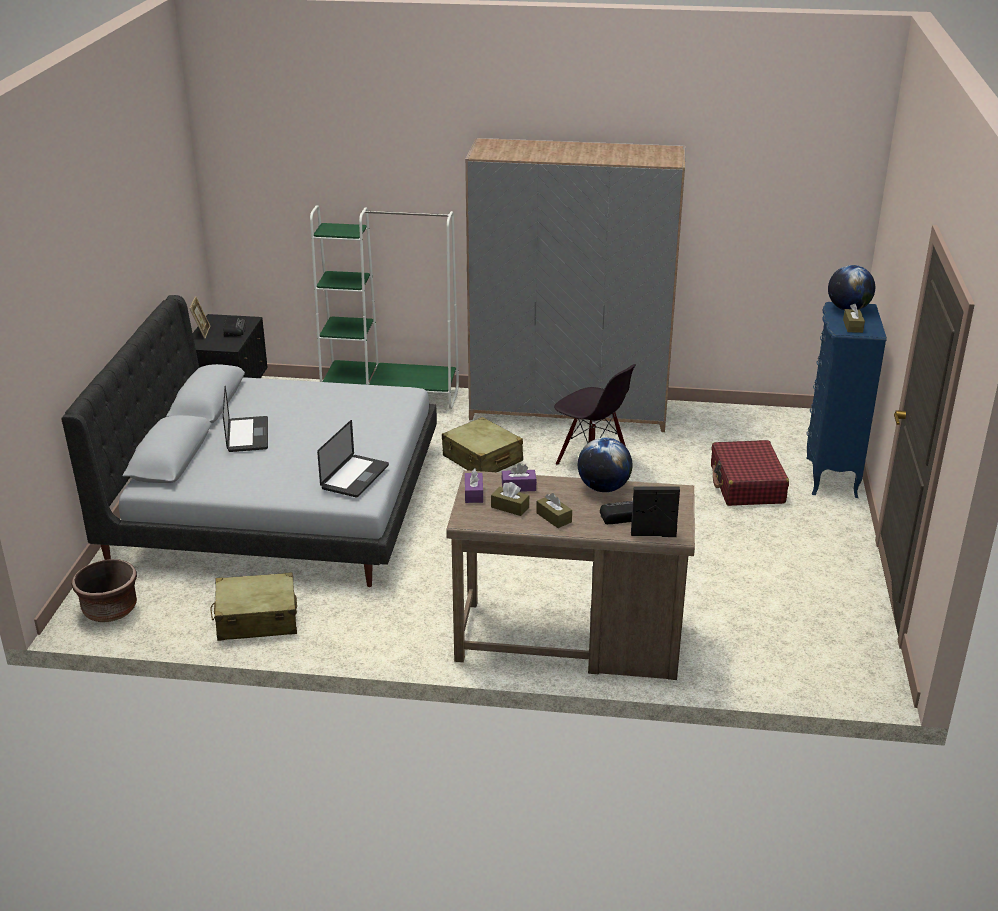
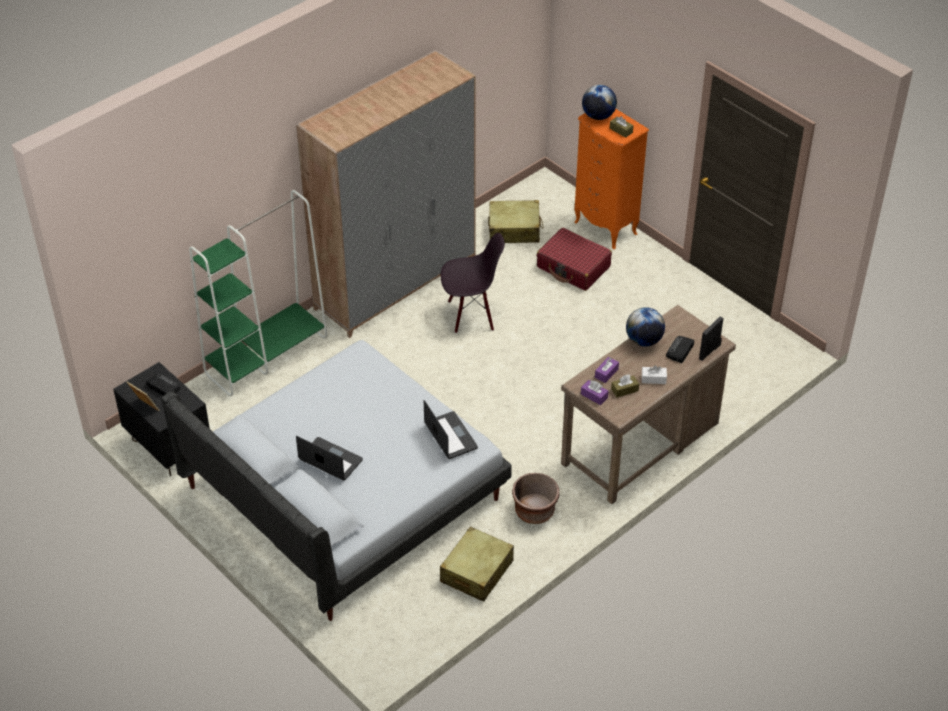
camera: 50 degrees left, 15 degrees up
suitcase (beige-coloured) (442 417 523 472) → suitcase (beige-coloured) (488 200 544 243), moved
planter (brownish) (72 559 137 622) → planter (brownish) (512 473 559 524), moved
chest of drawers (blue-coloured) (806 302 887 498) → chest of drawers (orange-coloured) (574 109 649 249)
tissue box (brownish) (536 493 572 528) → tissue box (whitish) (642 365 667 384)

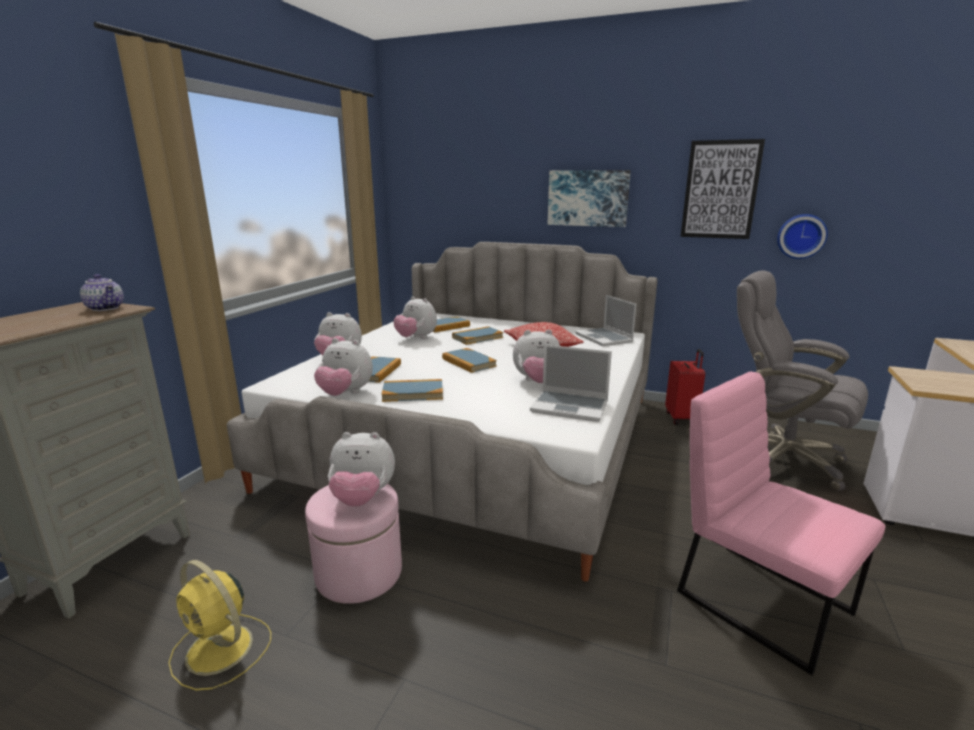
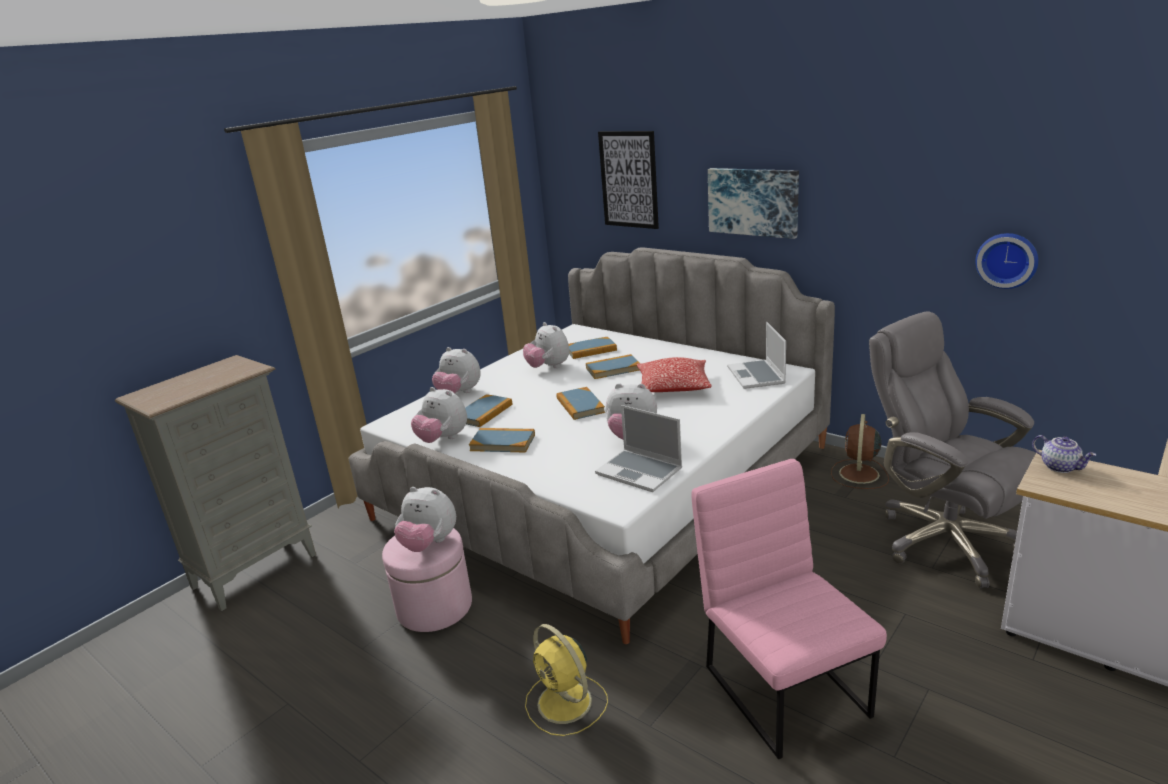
camera: 20 degrees right, 5 degrees up
electric fan (yellow-coloured) (168 560 271 690) → electric fan (yellow-coloured) (525 624 608 736), moved
wall art (680 139 765 239) → wall art (598 131 659 229), moved
suitcase (red) (665 349 705 425) → electric fan (brownish) (831 414 889 489)
teapot (80 274 124 311) → teapot (1032 435 1096 473), moved

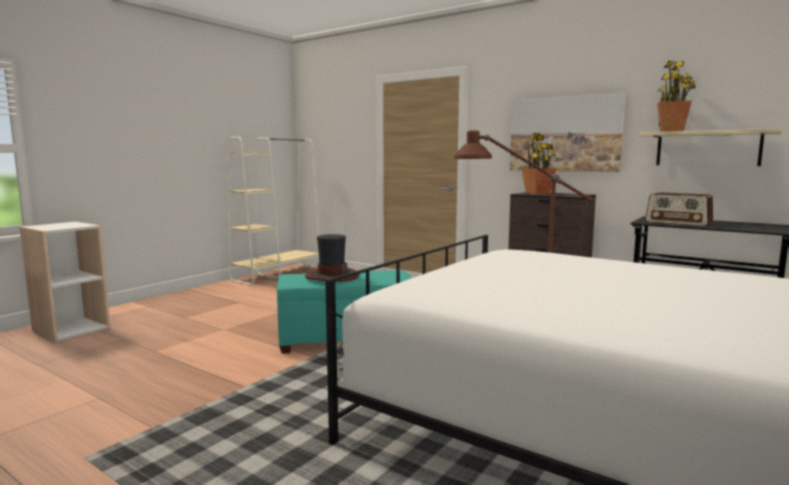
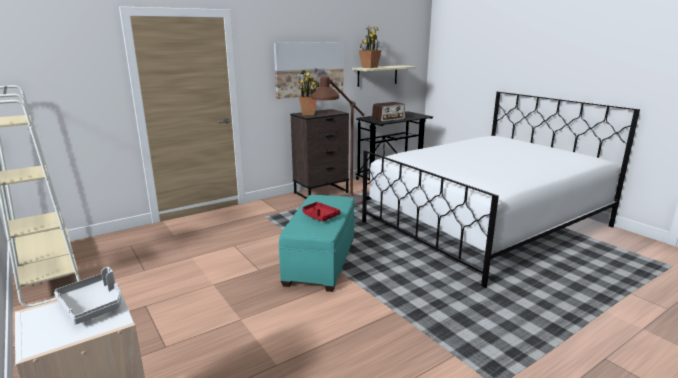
camera: 70 degrees left, 10 degrees up
- → serving tray (grey) (54 267 121 325)
hat (305 234 359 282) → serving tray (red) (302 202 341 222)

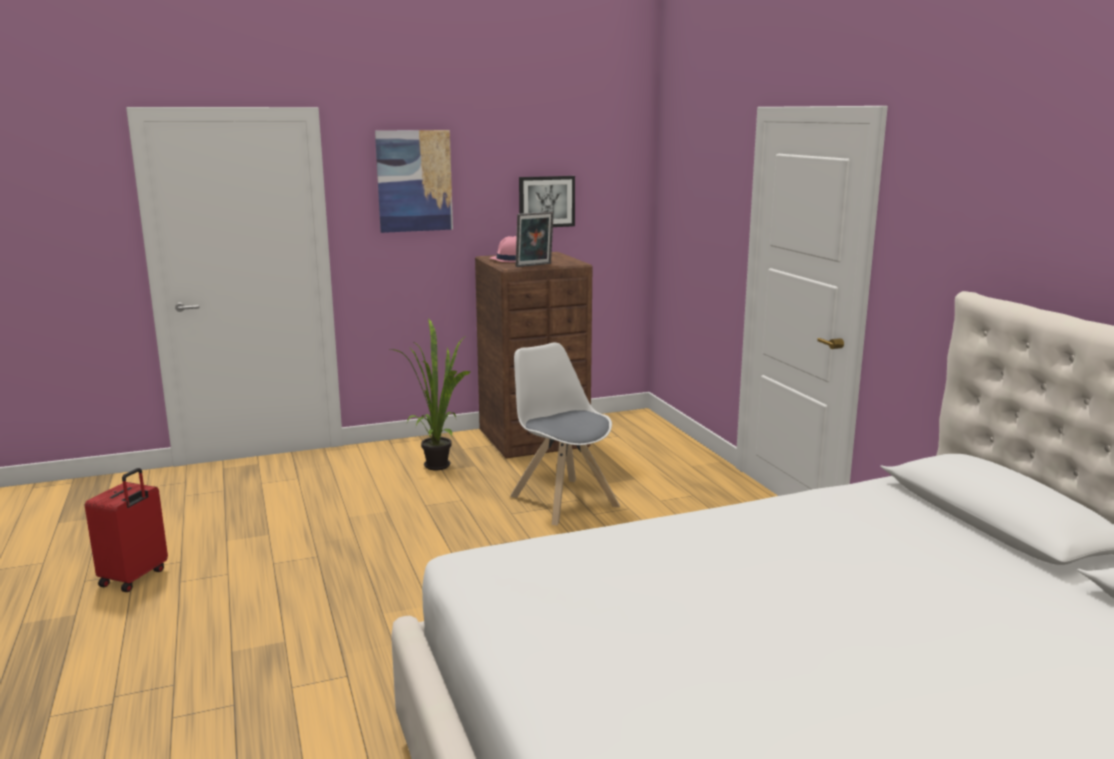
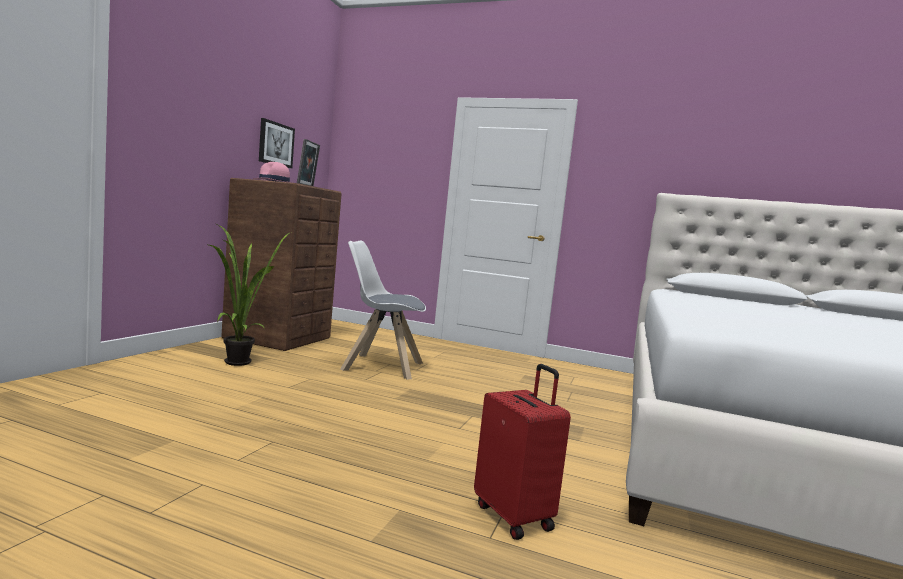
camera: 50 degrees left, 10 degrees down
suitcase (red) (85 468 168 592) → suitcase (red) (474 364 571 540), moved
wall art (375 130 453 233) → -

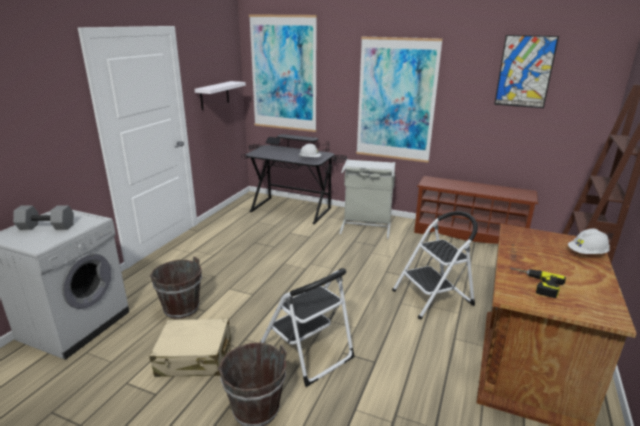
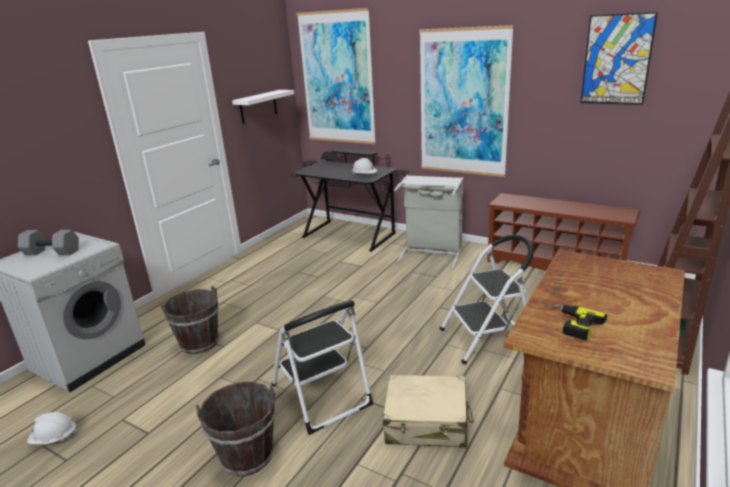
camera: 10 degrees right, 0 degrees up
hard hat (whitish) (568 228 610 254) → hard hat (whitish) (27 412 77 444), moved
suitcase (beige-coloured) (149 319 231 377) → suitcase (beige-coloured) (383 375 473 448), moved

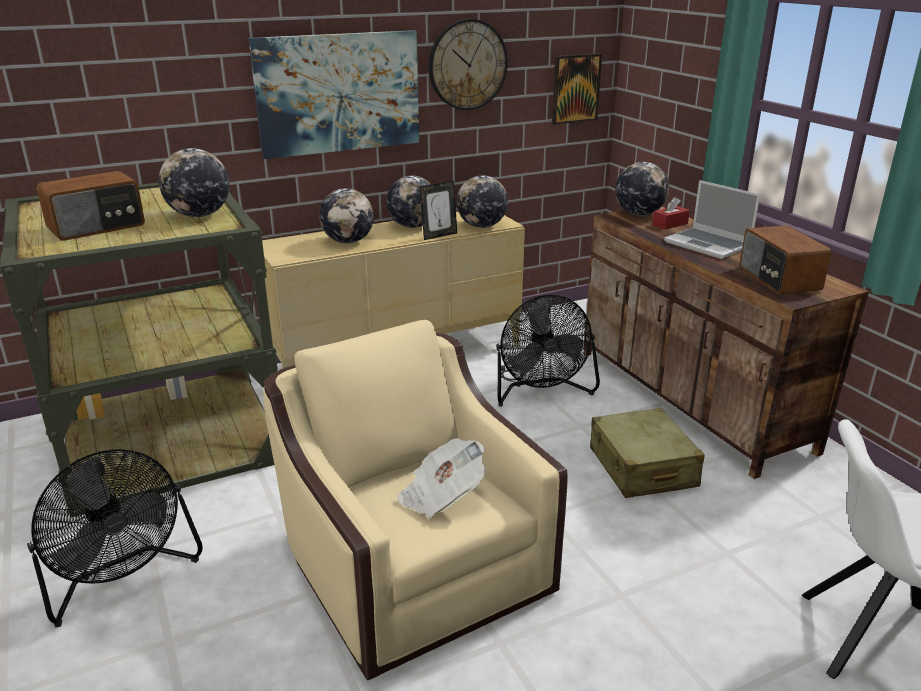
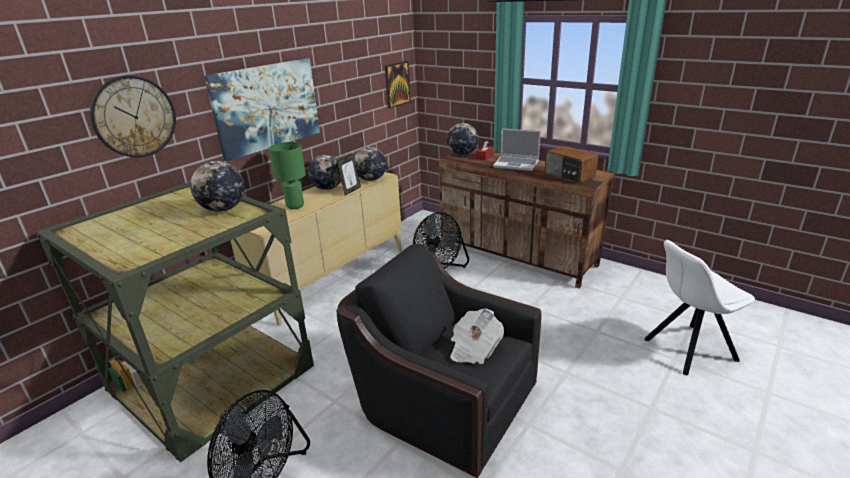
camera: 25 degrees left, 0 degrees up
clock on the wall (429 19 508 110) → clock on the wall (90 76 176 157), moved
world globe (319 188 374 243) → lamp for a table (green) (269 142 306 209)
armchair (beige-coloured) (263 320 568 681) → armchair (black) (336 244 541 478)
radio receiver (36 171 145 241) → -
suitcase (beige-coloured) (590 408 705 498) → -

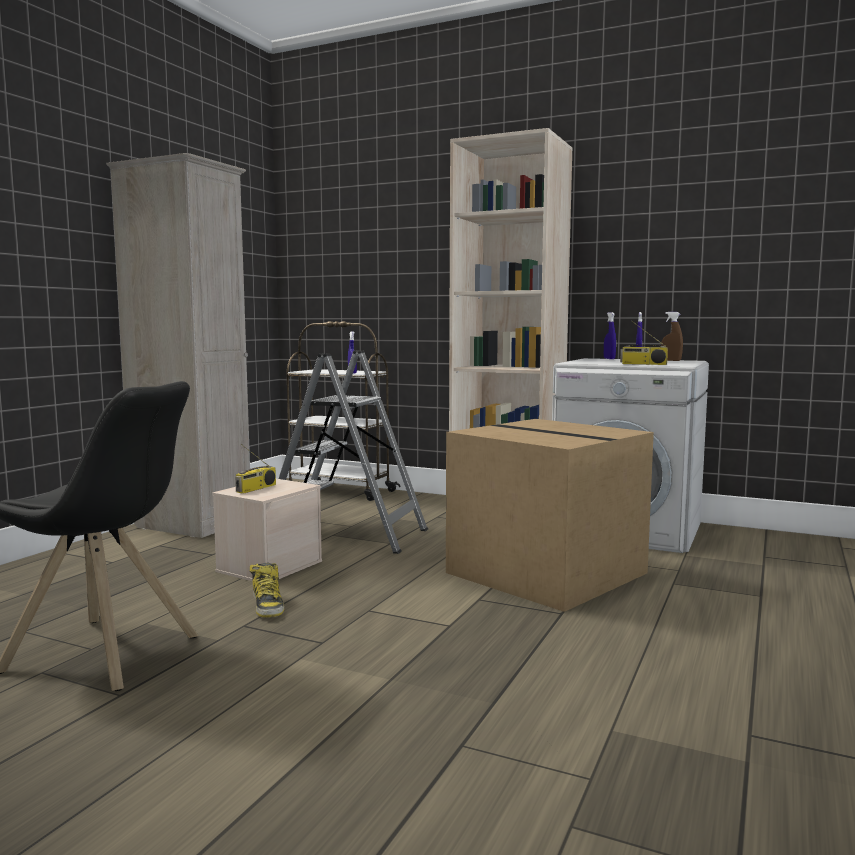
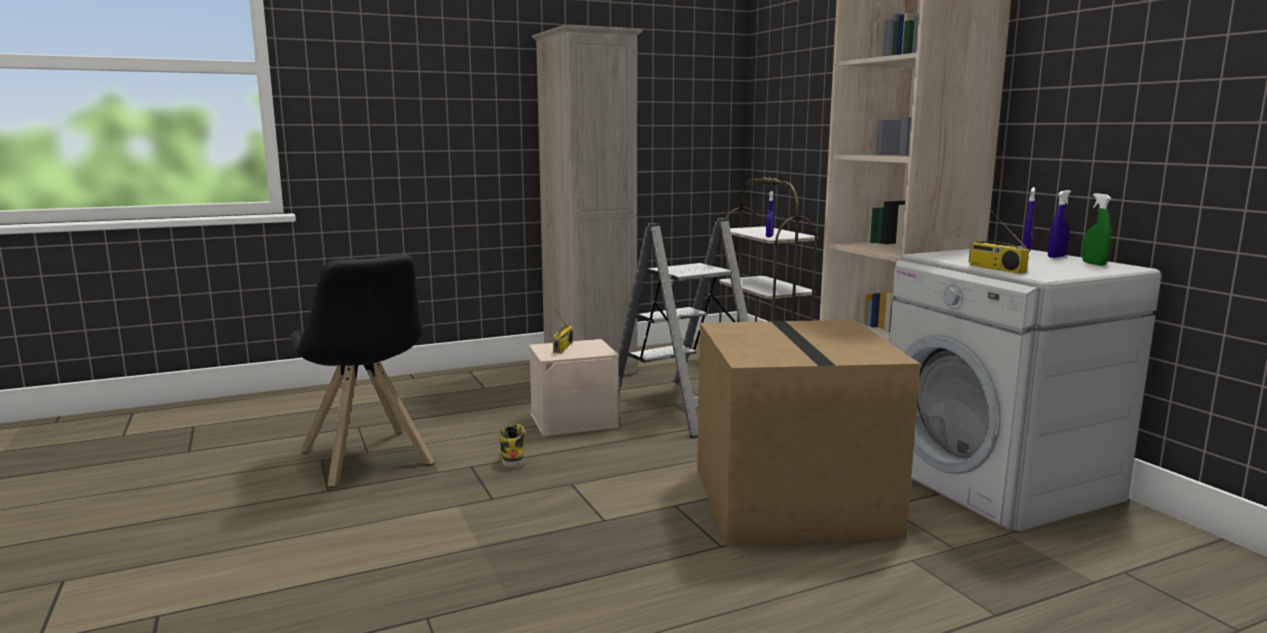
camera: 40 degrees right, 5 degrees up
tall boot (250 563 284 617) → tall boot (499 424 526 468), 150 degrees clockwise
radio receiver (235 444 276 494) → radio receiver (553 308 573 354), 60 degrees counterclockwise
hand sprayer (brownish) (661 312 683 361) → hand sprayer (green) (1082 193 1112 266)

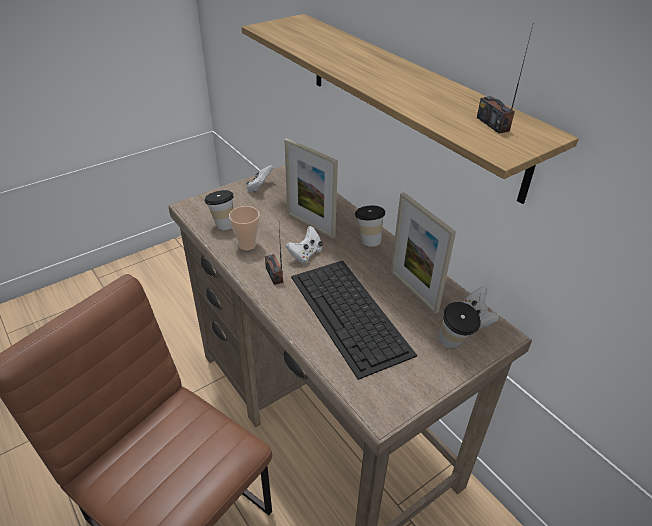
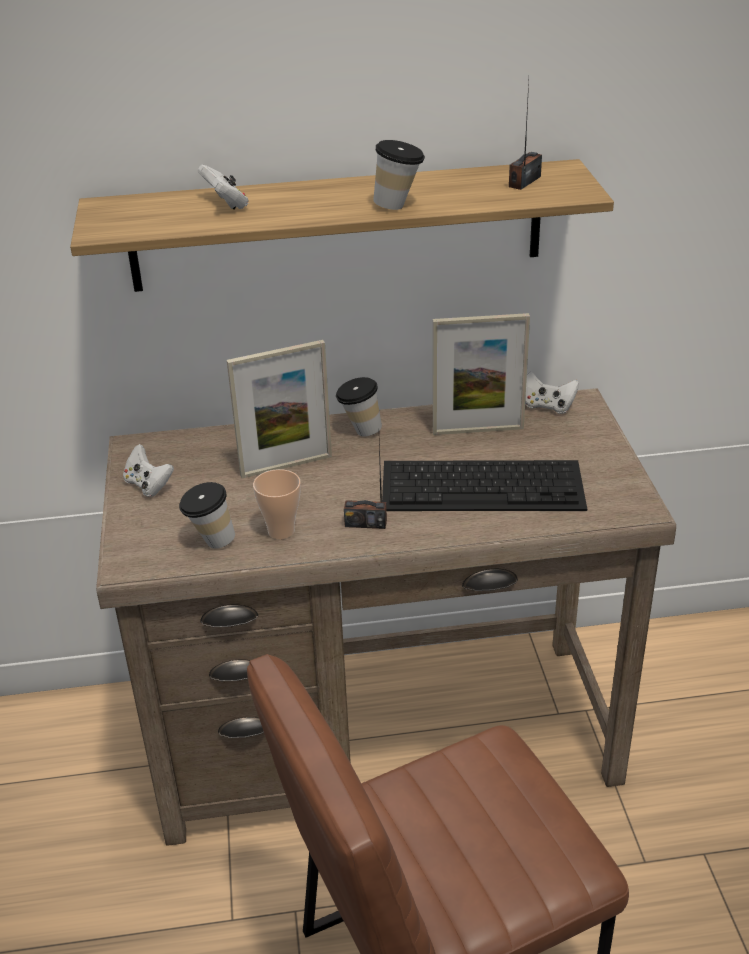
camera: 60 degrees left, 5 degrees down
game controller (whitish) (286 226 323 264) → game controller (whitish) (198 164 248 209), moved
drinking cup (438 302 481 348) → drinking cup (373 140 425 210), moved
radio receiver (477 26 533 134) → radio receiver (509 81 542 190), 120 degrees clockwise

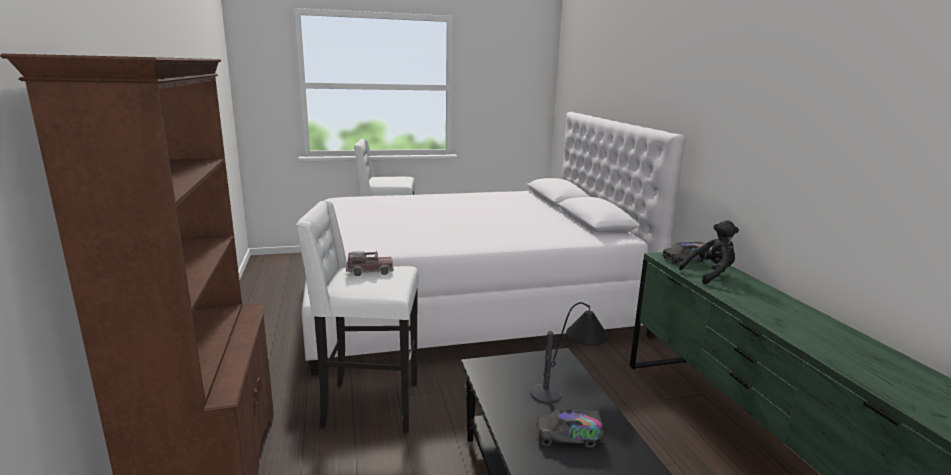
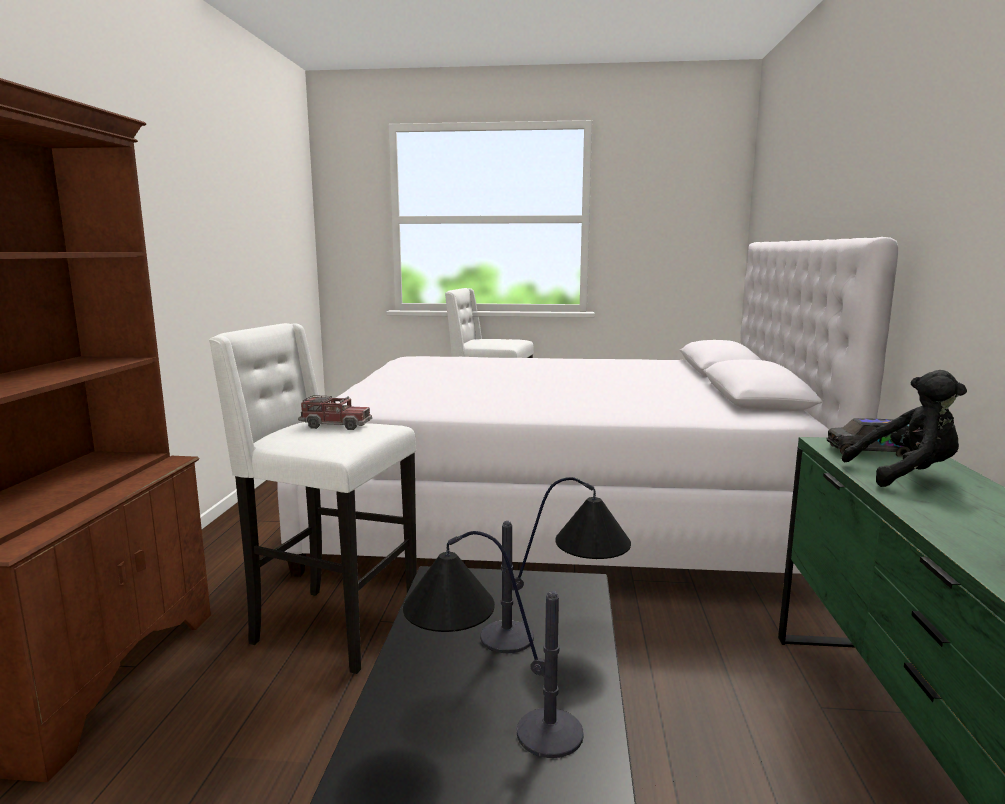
camera: 20 degrees right, 5 degrees down
toy lorry (536 409 604 447) → lamp for a table (403 531 584 758)

